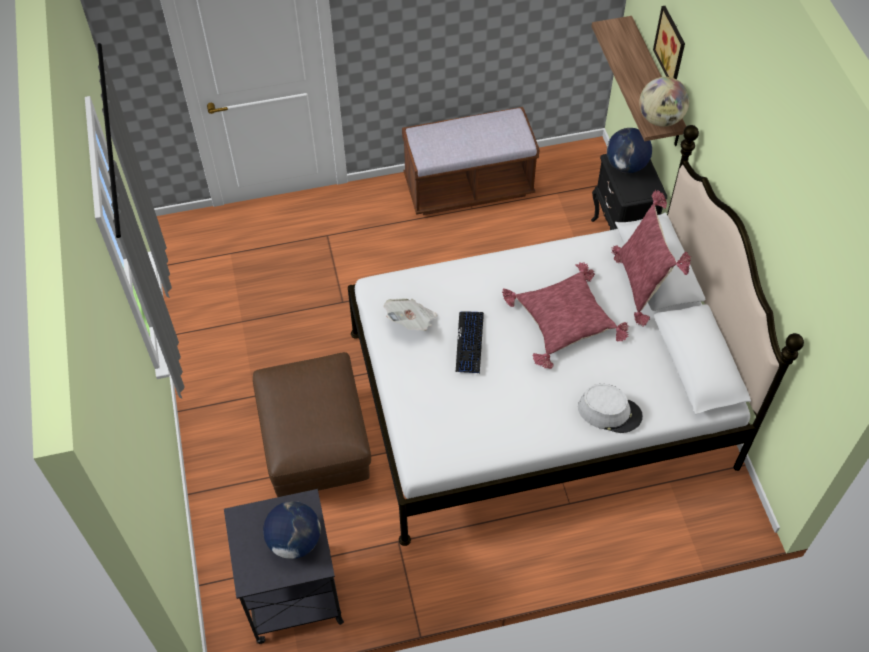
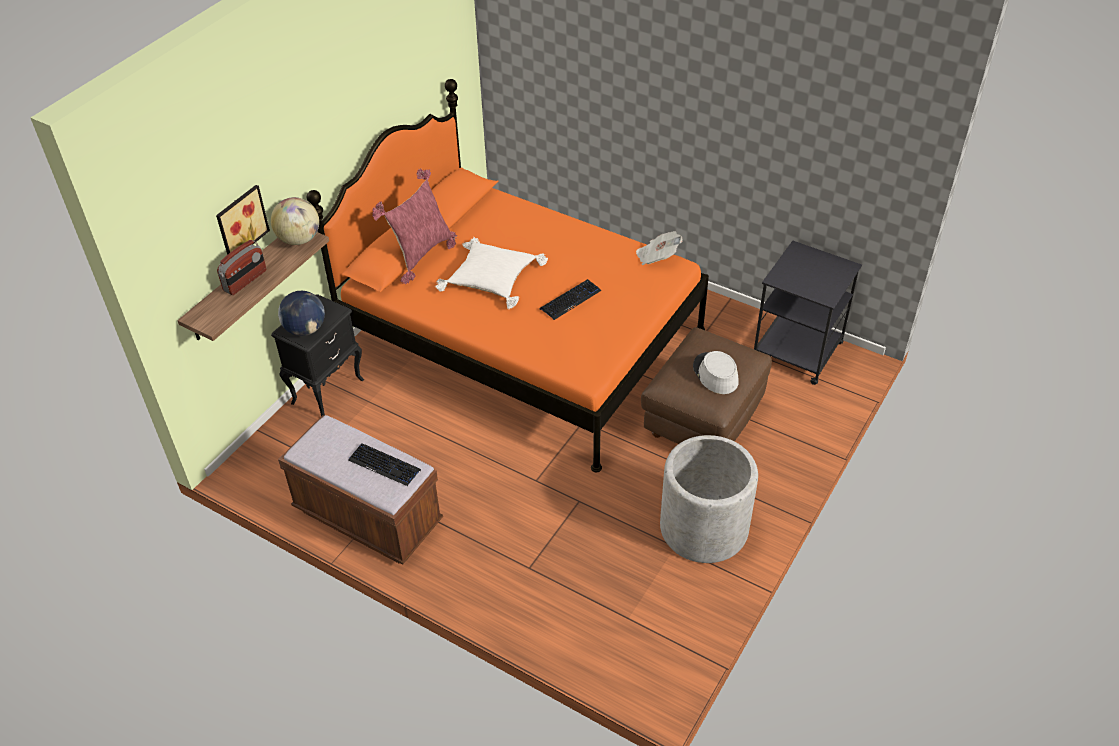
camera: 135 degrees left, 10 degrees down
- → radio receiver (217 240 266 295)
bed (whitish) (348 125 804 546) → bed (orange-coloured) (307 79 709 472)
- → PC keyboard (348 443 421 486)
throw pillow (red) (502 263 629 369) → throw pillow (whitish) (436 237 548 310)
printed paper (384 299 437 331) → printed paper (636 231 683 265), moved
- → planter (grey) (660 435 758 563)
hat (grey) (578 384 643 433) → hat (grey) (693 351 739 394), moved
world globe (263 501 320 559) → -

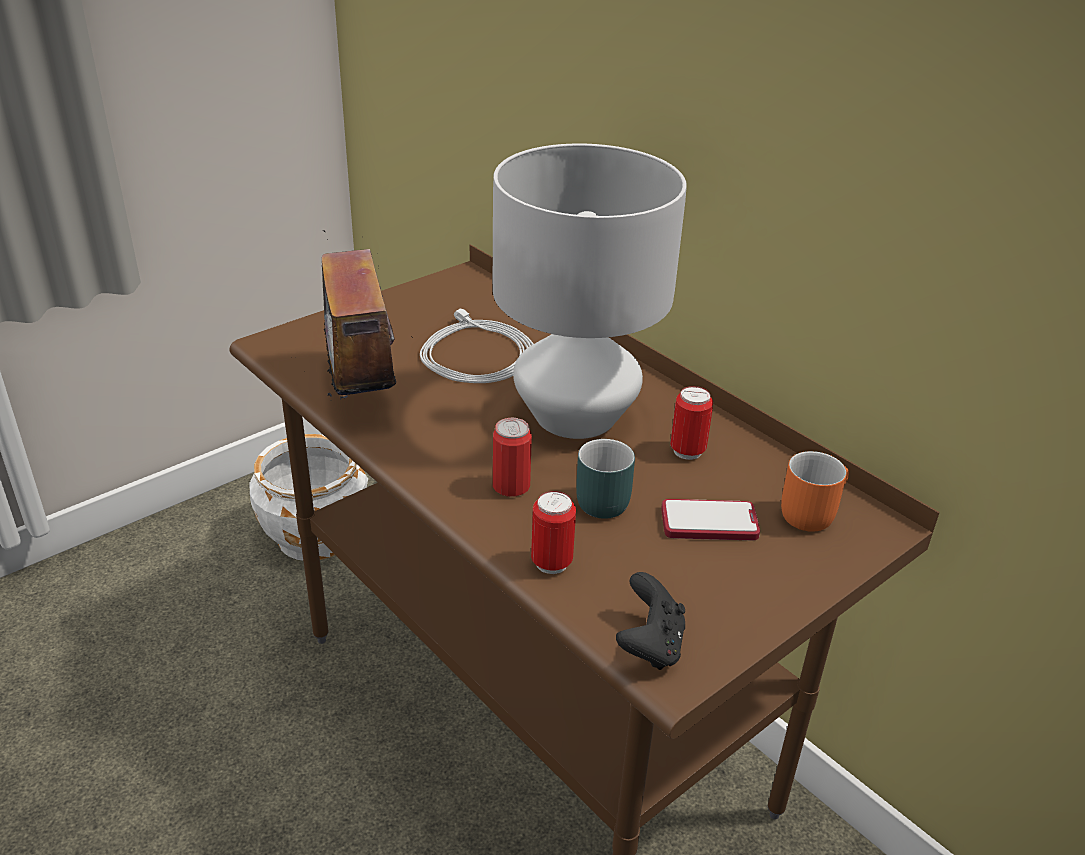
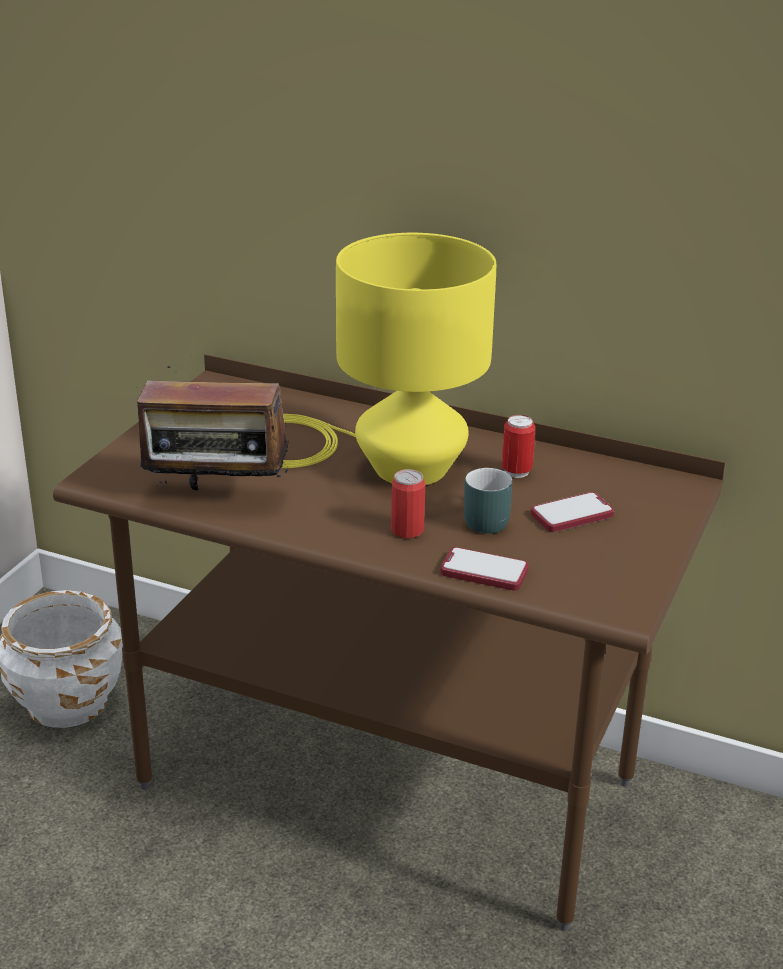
camera: 25 degrees left, 5 degrees down
radio receiver (295 230 396 399) → radio receiver (137 366 288 501), 45 degrees counterclockwise
lamp for a table (whitish) (420 144 687 439) → lamp for a table (yellow-coloured) (282 233 496 485)
sealed can (531 491 576 574) → handset (440 547 529 590)
game controller (black) (616 572 685 670) → -
tea mug (orange-coloured) (781 451 849 532) → -

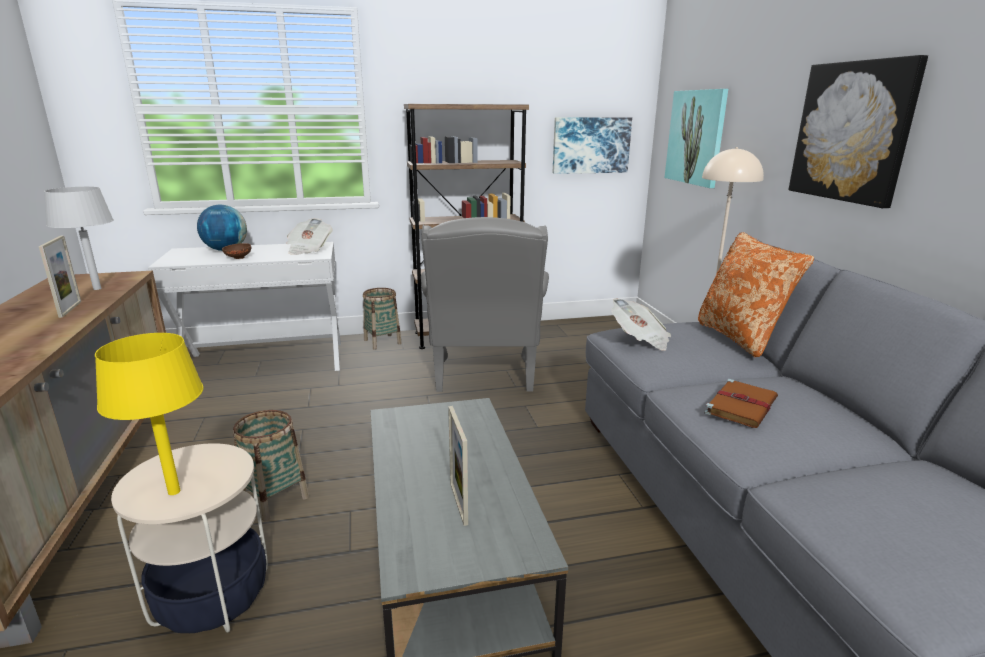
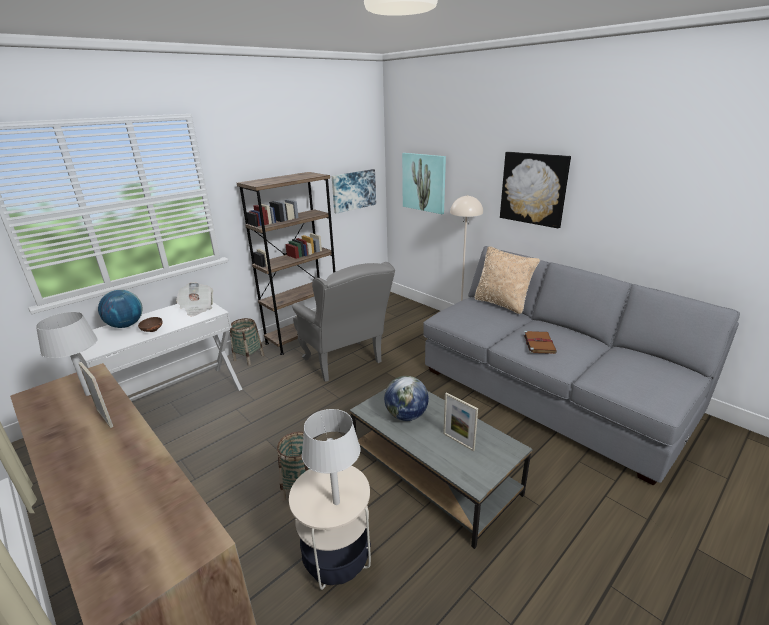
camera: 30 degrees left, 5 degrees up
lamp for a table (yellow-coloured) (95 333 204 495) → lamp for a table (grey) (302 409 360 505)
- → world globe (384 376 429 421)
throw pillow (orange-coloured) (698 232 815 358) → throw pillow (beige-coloured) (475 246 540 314)
printed paper (611 298 671 351) → -

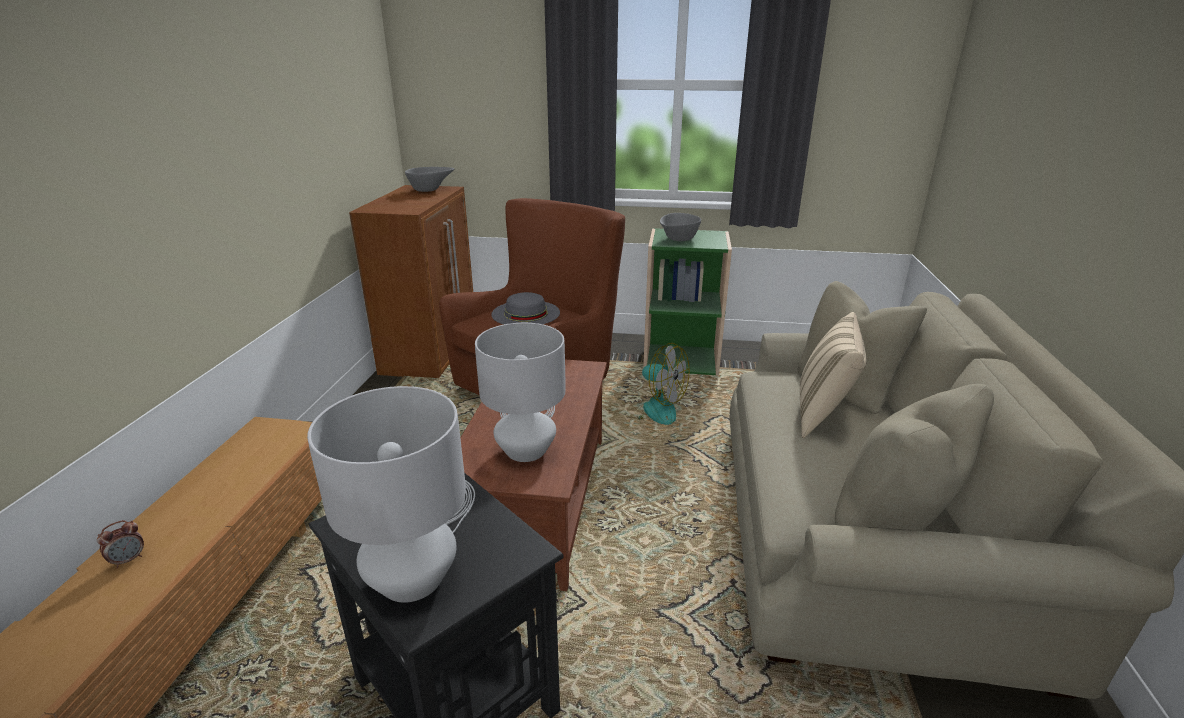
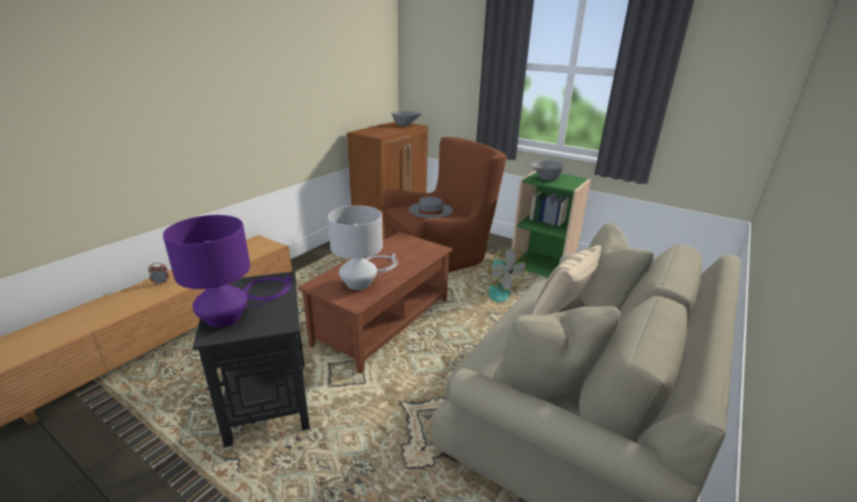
camera: 25 degrees right, 0 degrees up
lamp for a table (whitish) (307 386 475 603) → lamp for a table (purple) (163 215 291 328)

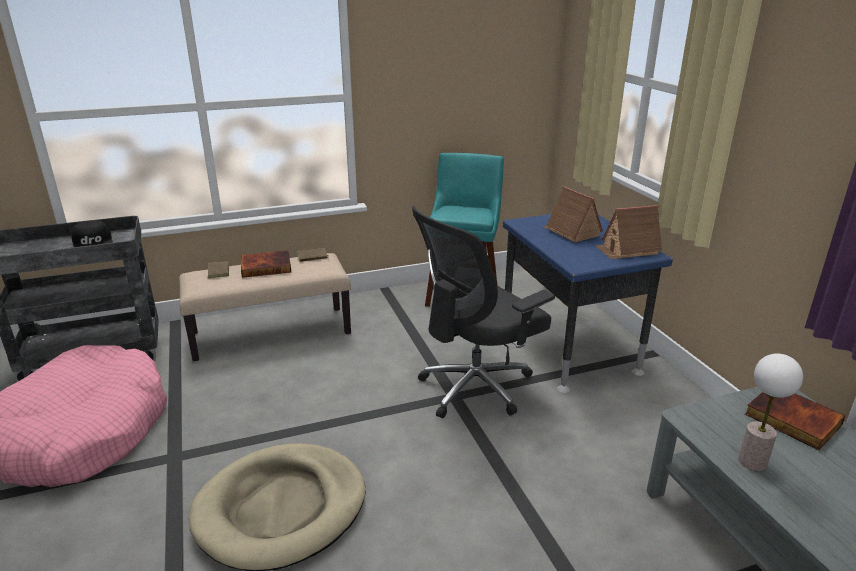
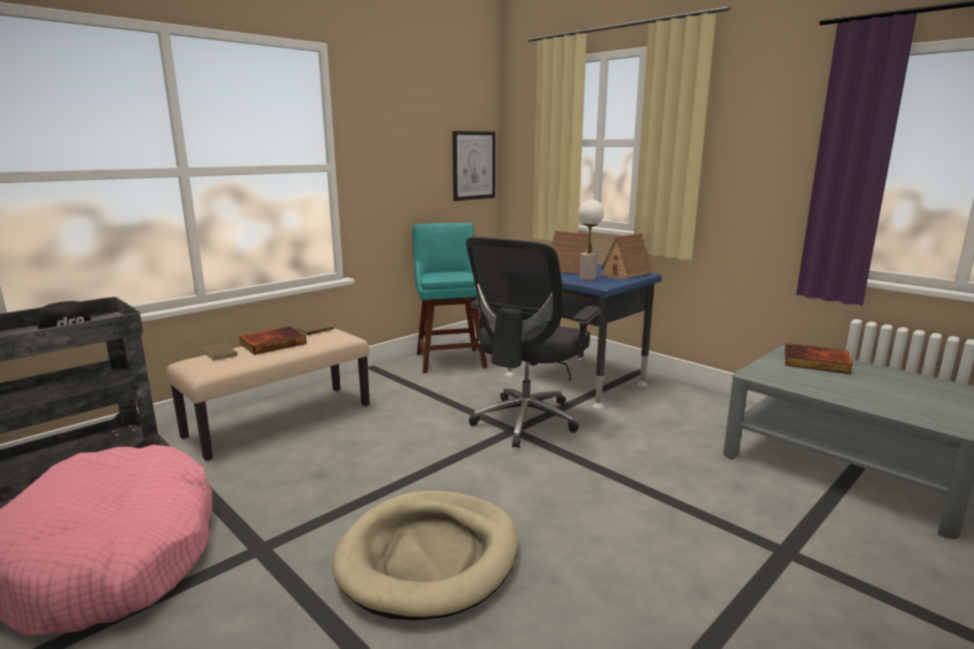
camera: 25 degrees left, 10 degrees down
- → wall art (452 131 495 201)
lamp for a table (738 354 803 471) → lamp for a table (578 199 604 281), moved

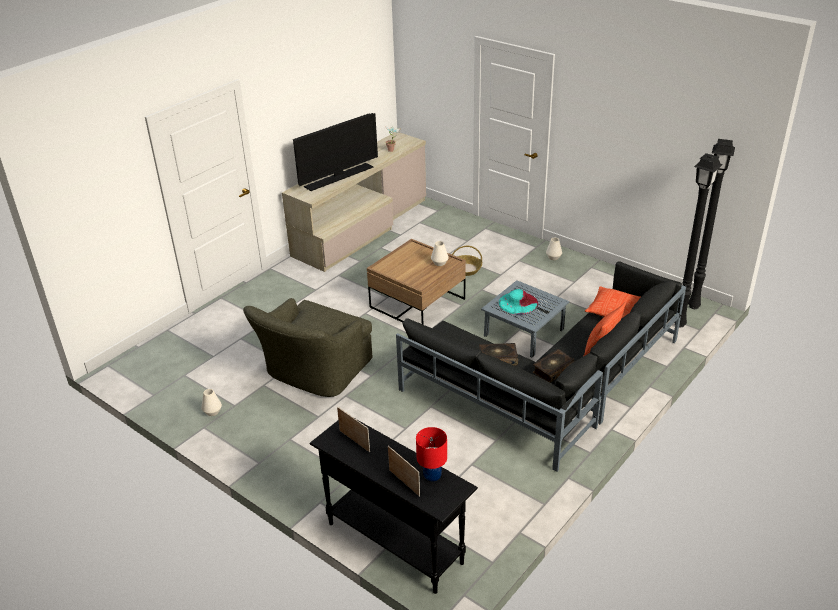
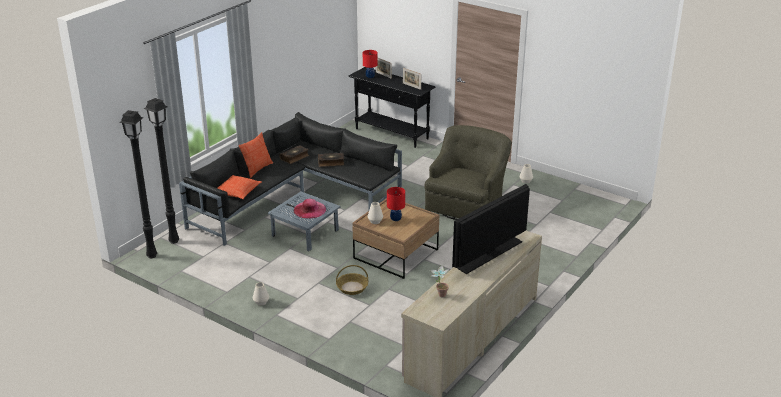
camera: 175 degrees right, 5 degrees down
hat (blue-green) (499 289 538 315) → hat (pink-coloured) (293 199 326 218)
- → lamp for a table (red) (387 187 405 221)

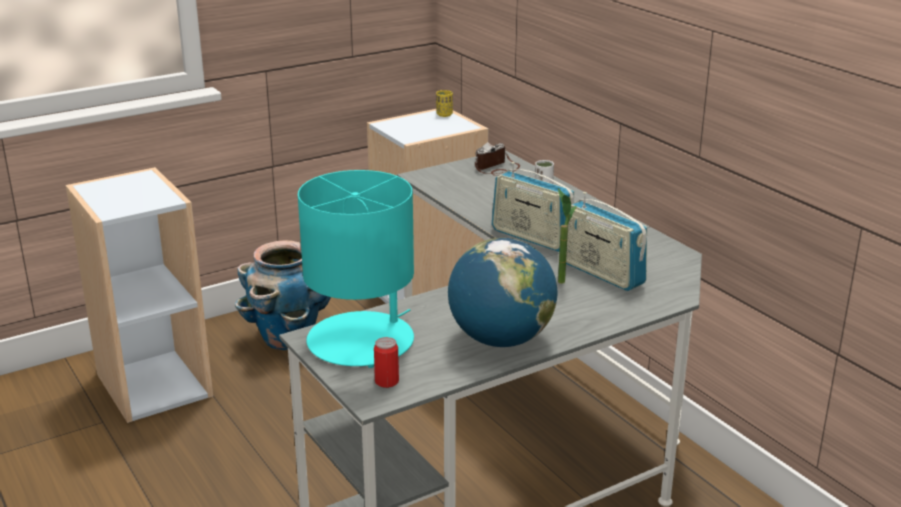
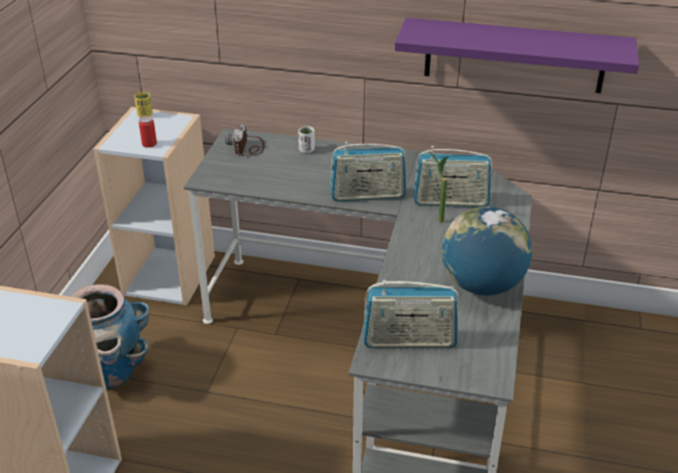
camera: 45 degrees left, 10 degrees up
sealed can (374 337 399 388) → sealed can (139 116 157 148), moved
lamp for a table (blue-green) (298 170 414 368) → radio receiver (363 280 459 348)
- → shelf (purple) (395 18 639 93)

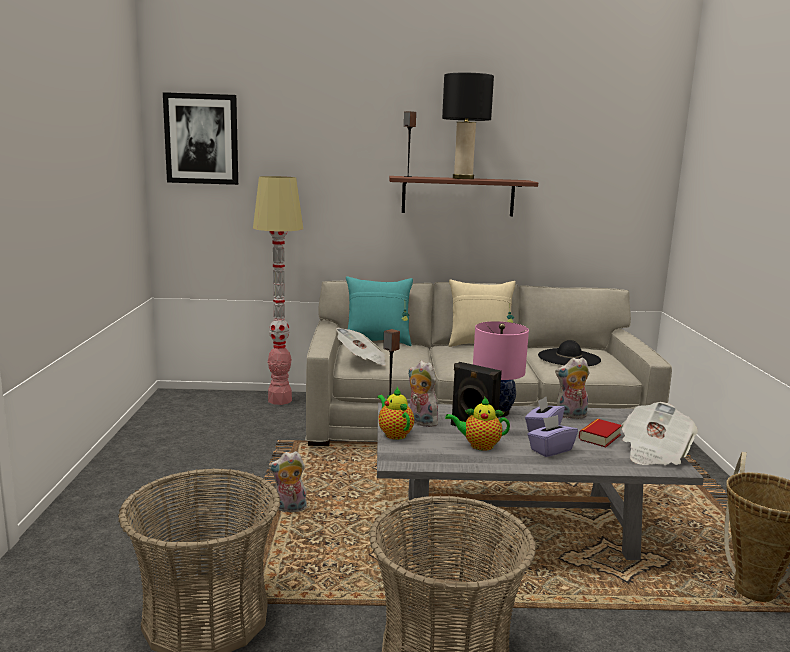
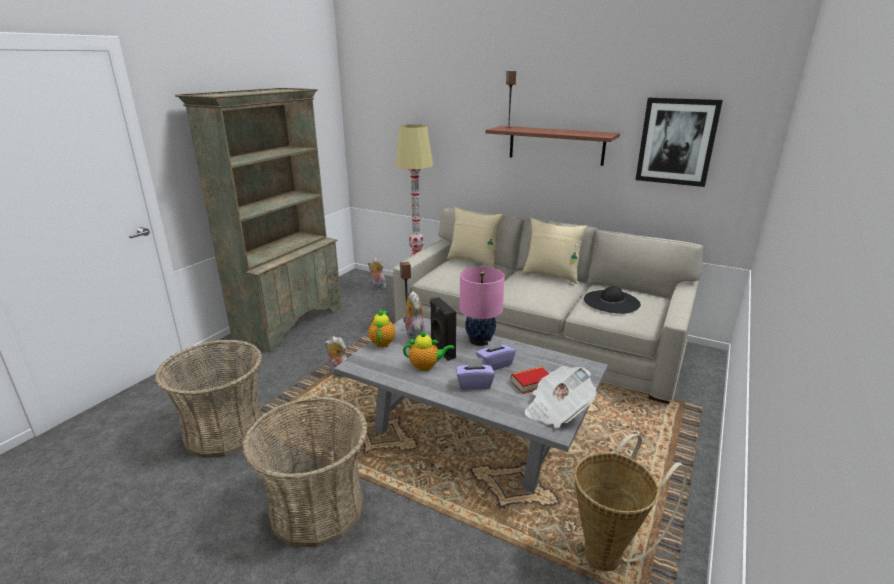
camera: 30 degrees right, 10 degrees up
- → shelving unit (green) (175 88 342 352)
soft toy (555 357 589 419) → soft toy (368 258 386 289), moved
teapot (445 397 510 451) → teapot (403 331 454 371), 150 degrees clockwise
throw pillow (blue-green) (346 276 413 346) → throw pillow (beige-coloured) (447 207 503 268)
wall art (163 92 238 185) → wall art (636 98 723 187), moved
printed paper (336 328 386 366) → -
lamp for a table (black) (442 73 494 179) → -

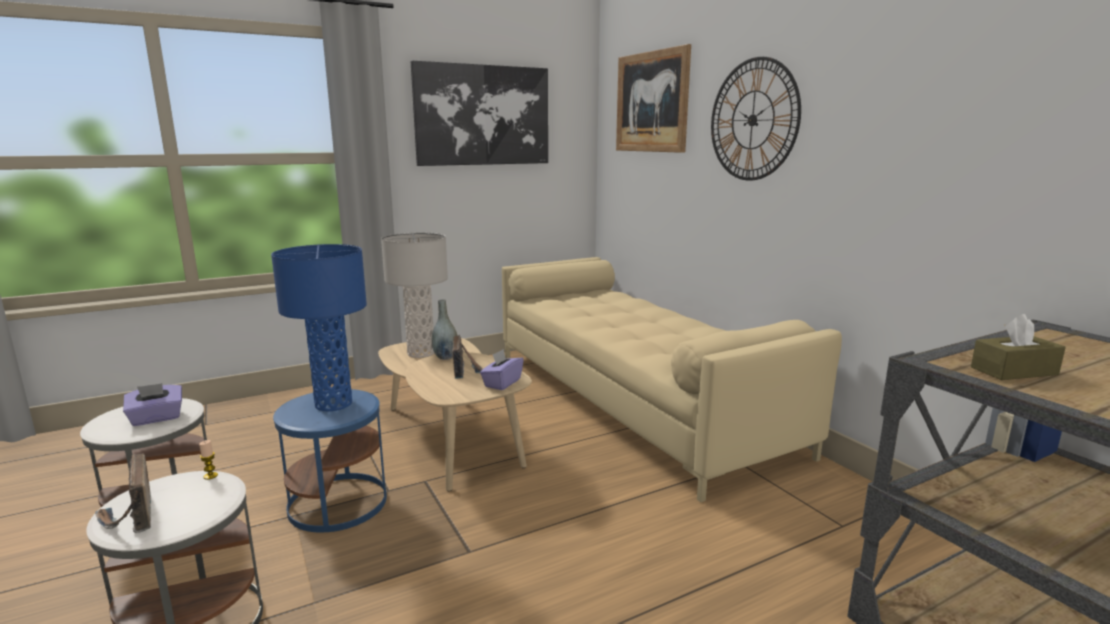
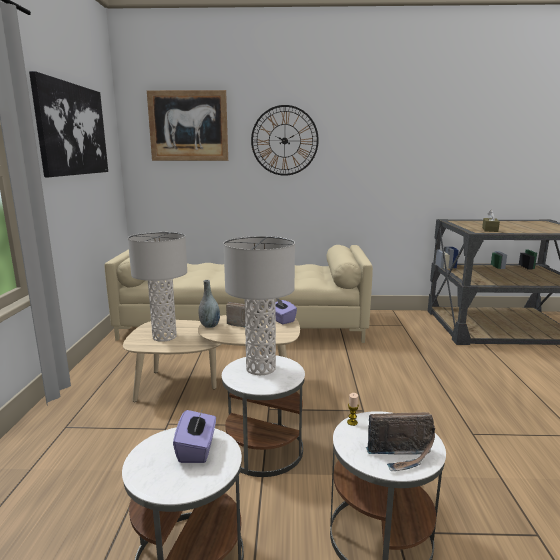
camera: 60 degrees left, 0 degrees up
end table (blue-coloured) (273 389 387 532) → end table (whitish) (222 356 305 477)
lamp for a table (blue-coloured) (271 244 367 411) → lamp for a table (whitish) (224 236 295 375)

